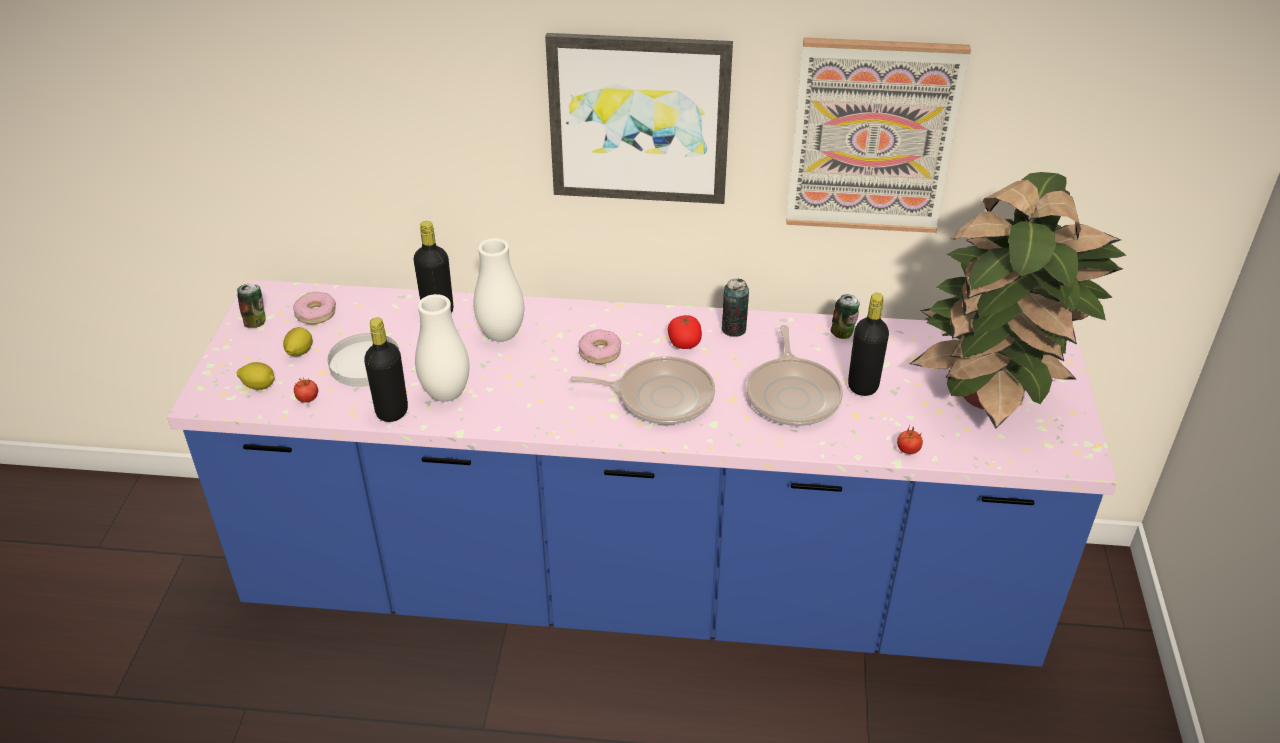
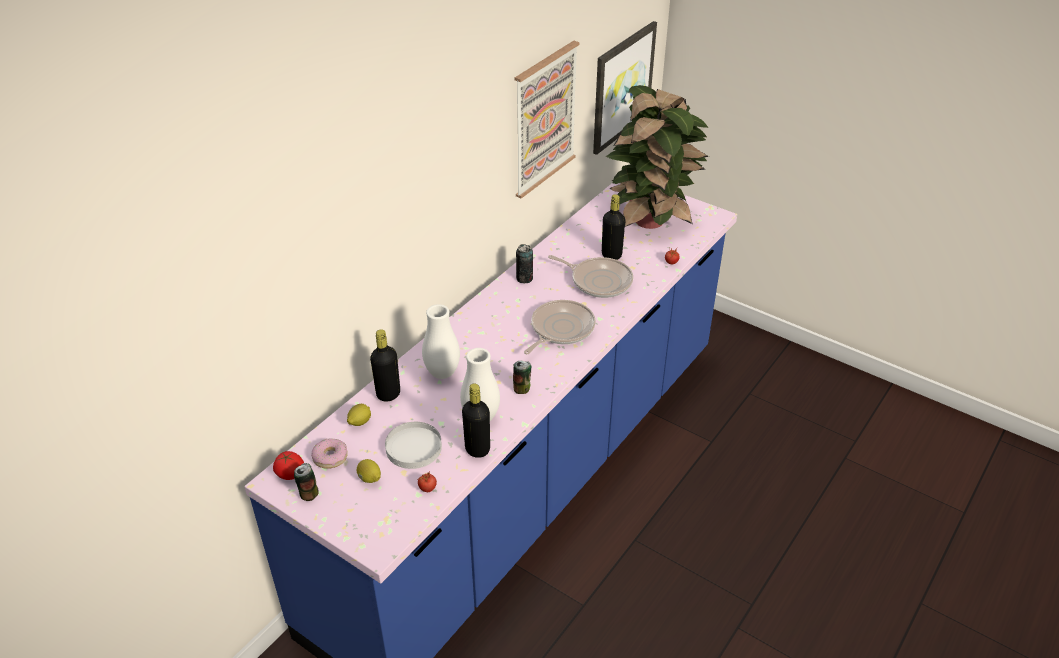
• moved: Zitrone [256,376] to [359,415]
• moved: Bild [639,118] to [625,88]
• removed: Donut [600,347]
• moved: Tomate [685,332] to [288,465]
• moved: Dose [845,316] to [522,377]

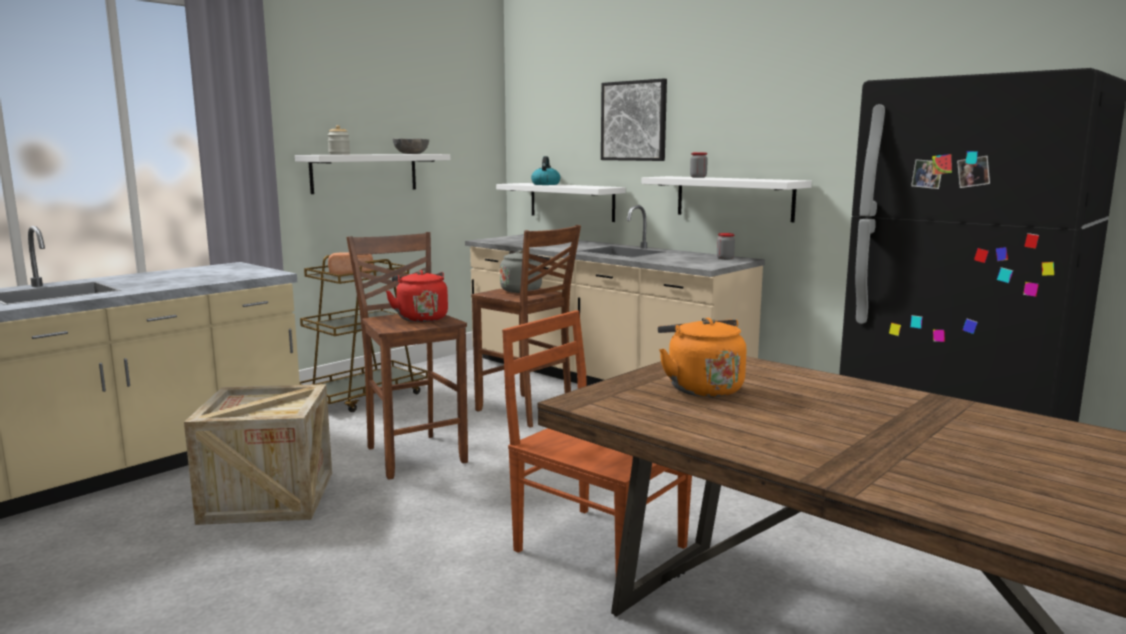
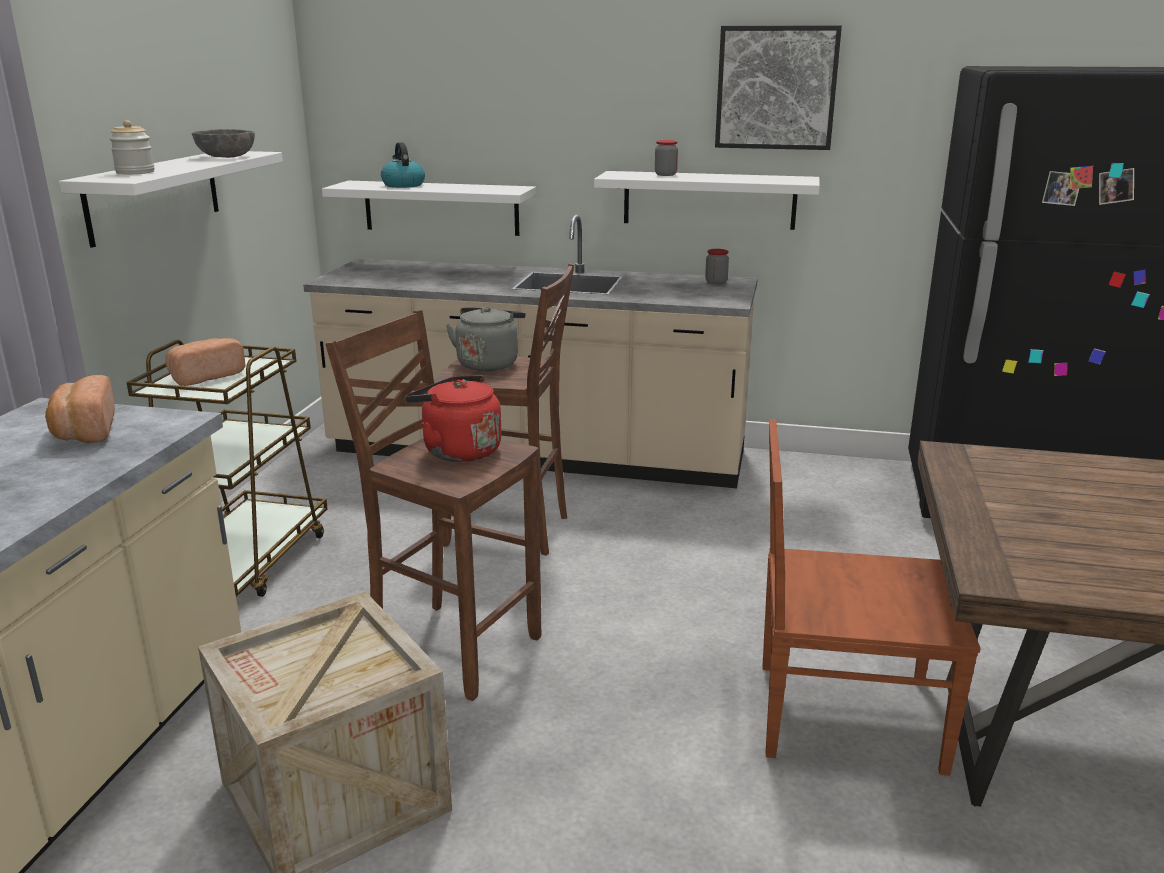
• moved: Bild [634,119] to [778,87]
• removed: Wasserkessel [orange] [702,357]
• added: Brot [80,409]

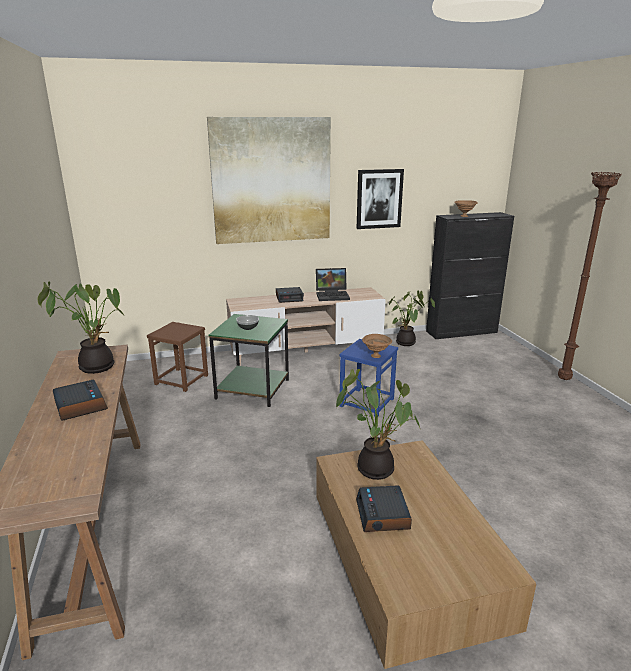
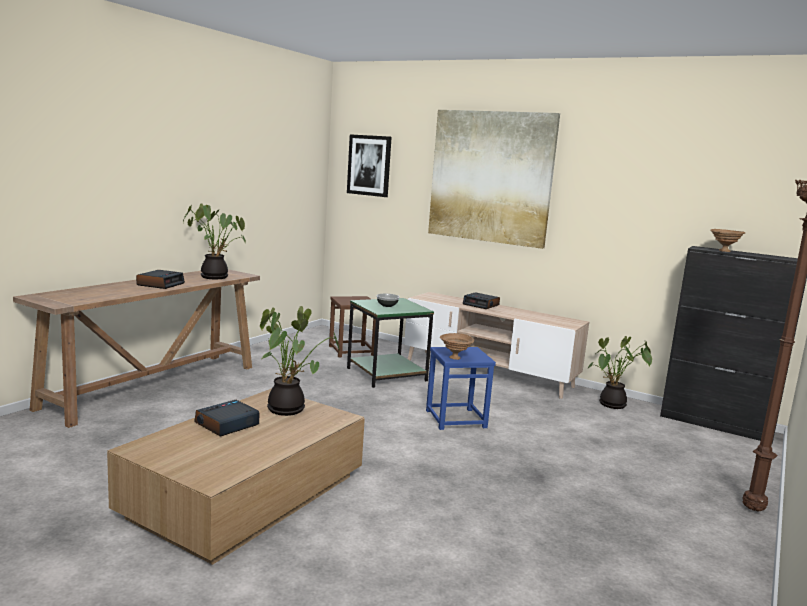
• removed: Laptop [333,284]
• moved: Bild [380,199] to [369,165]

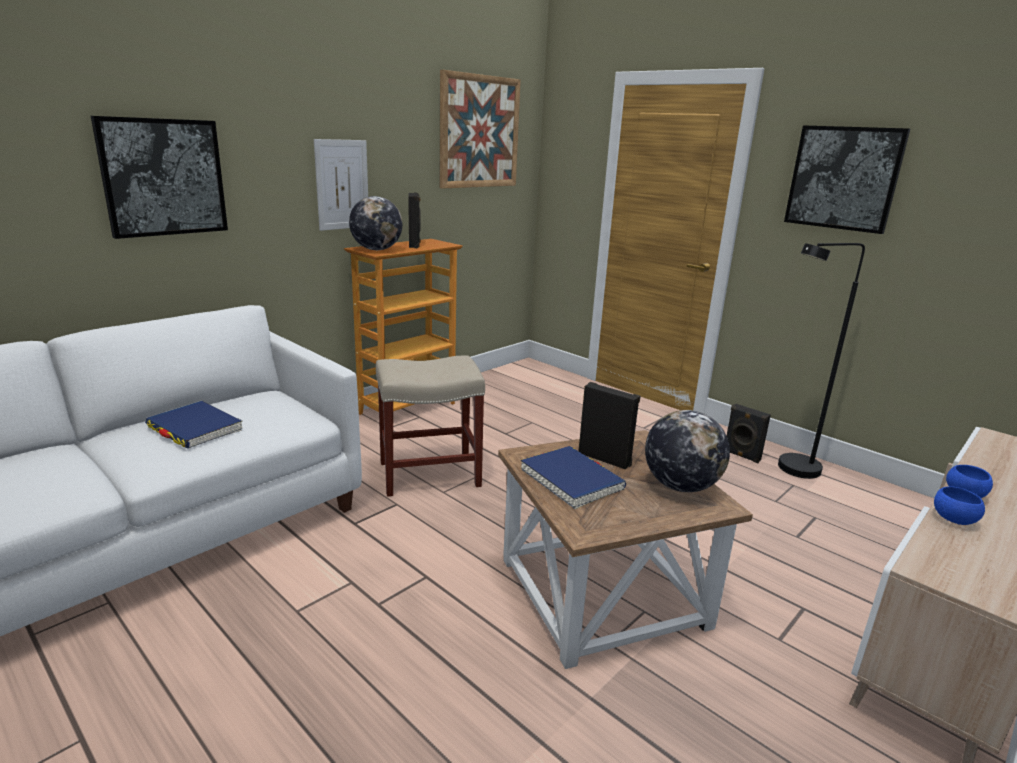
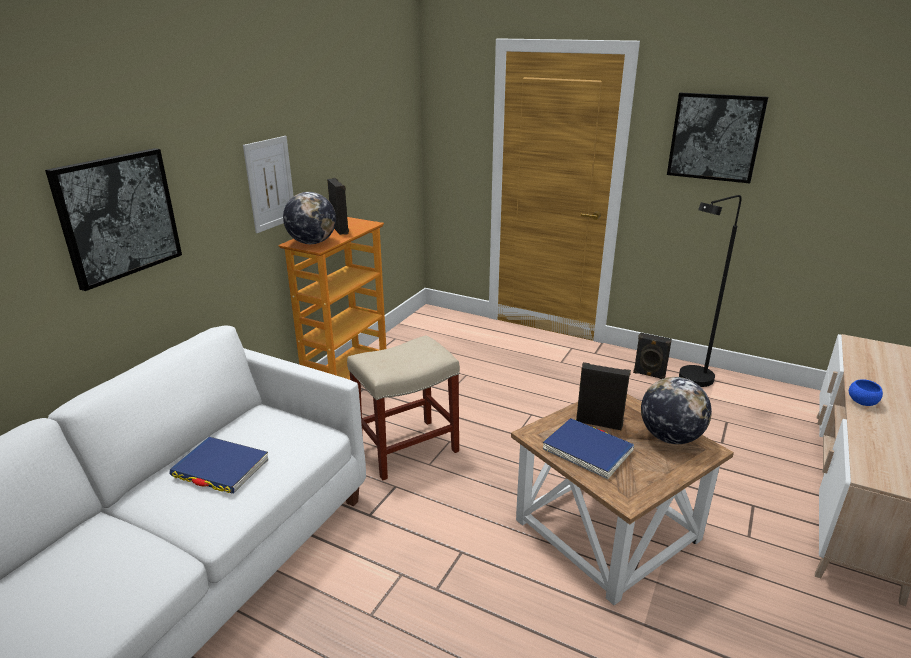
• removed: Bild [480,129]
• removed: Schüssel [blau] [959,505]

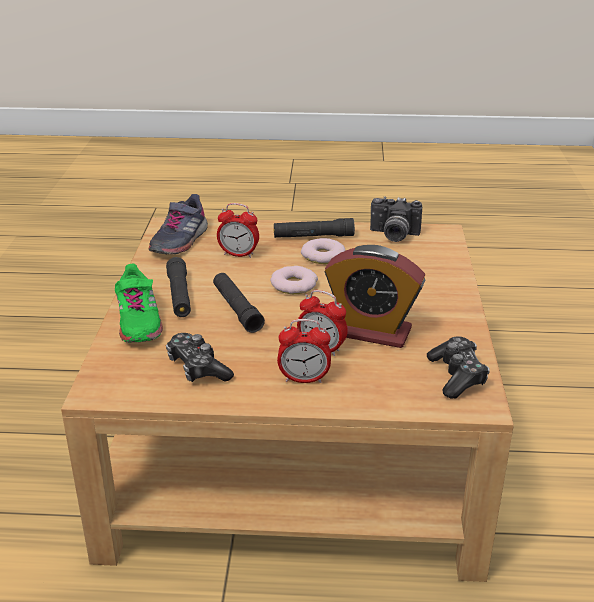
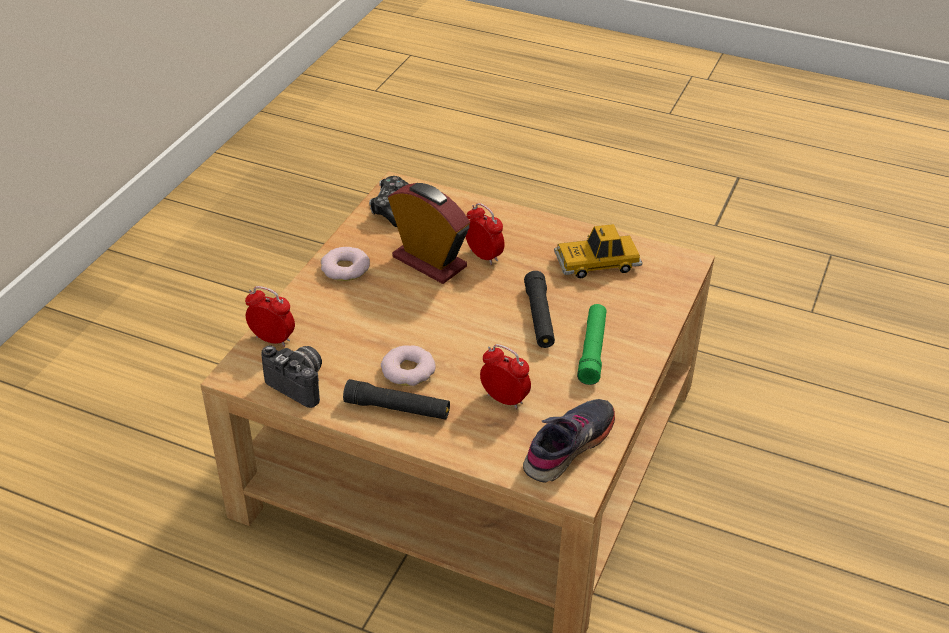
• removed: Schuh [grün] [139,303]
• recoloured: Taschenlampe [schwarz] [178,287] to Taschenlampe [grün] [591,344]
• replaced: Gamepad [200,357] to Spielzeugauto [598,251]
• moved: Donut [294,280] to [345,264]
• moved: Wecker [304,351] to [270,316]

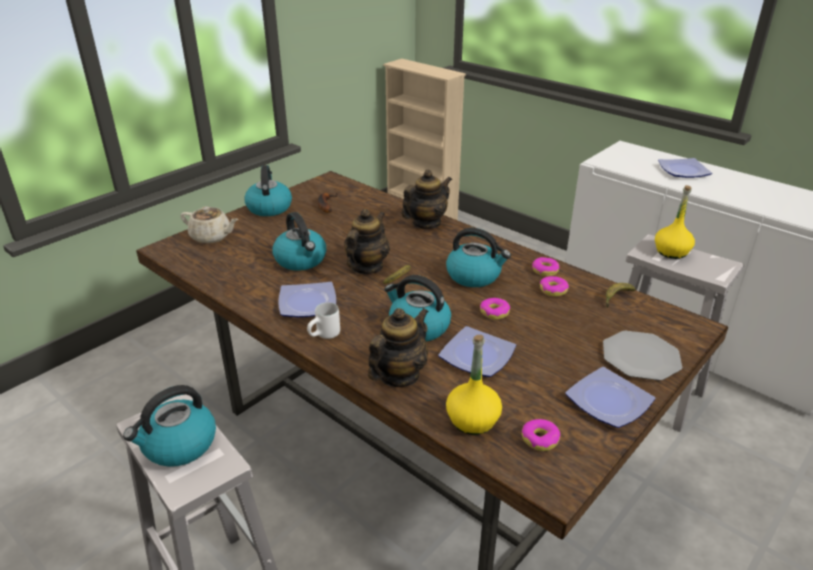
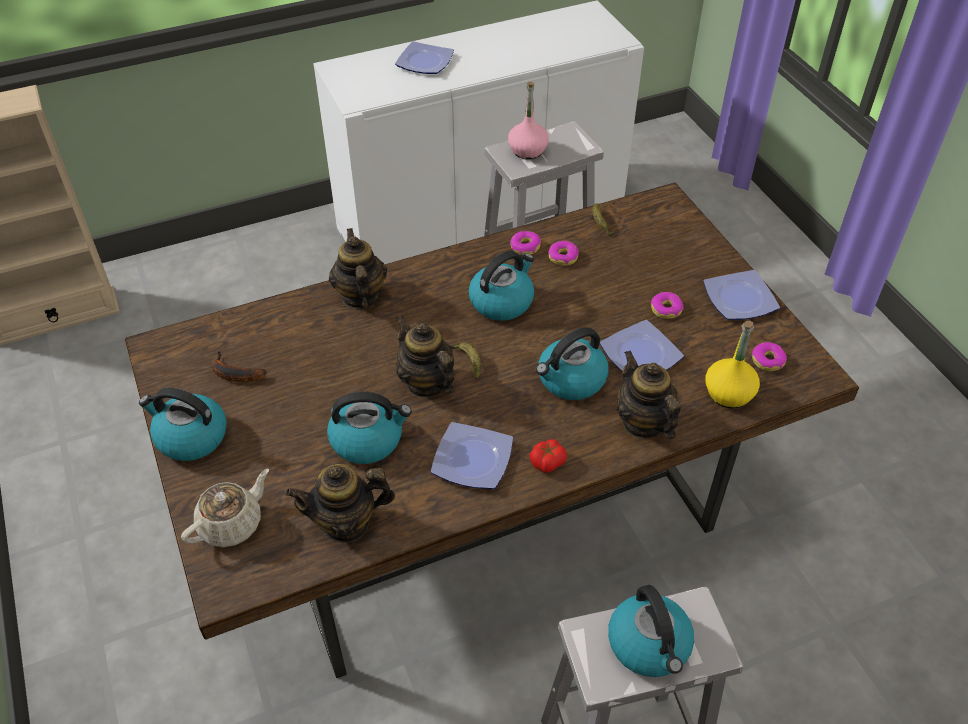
• replaced: Henkelbecher [weiß] [323,320] to Tomate [548,456]
• moved: Donut [495,309] to [667,305]
• removed: Teller [642,356]
• recoloured: Flasche [gelb] [675,222] to Flasche [rosa] [528,120]
• added: Teekanne [340,503]

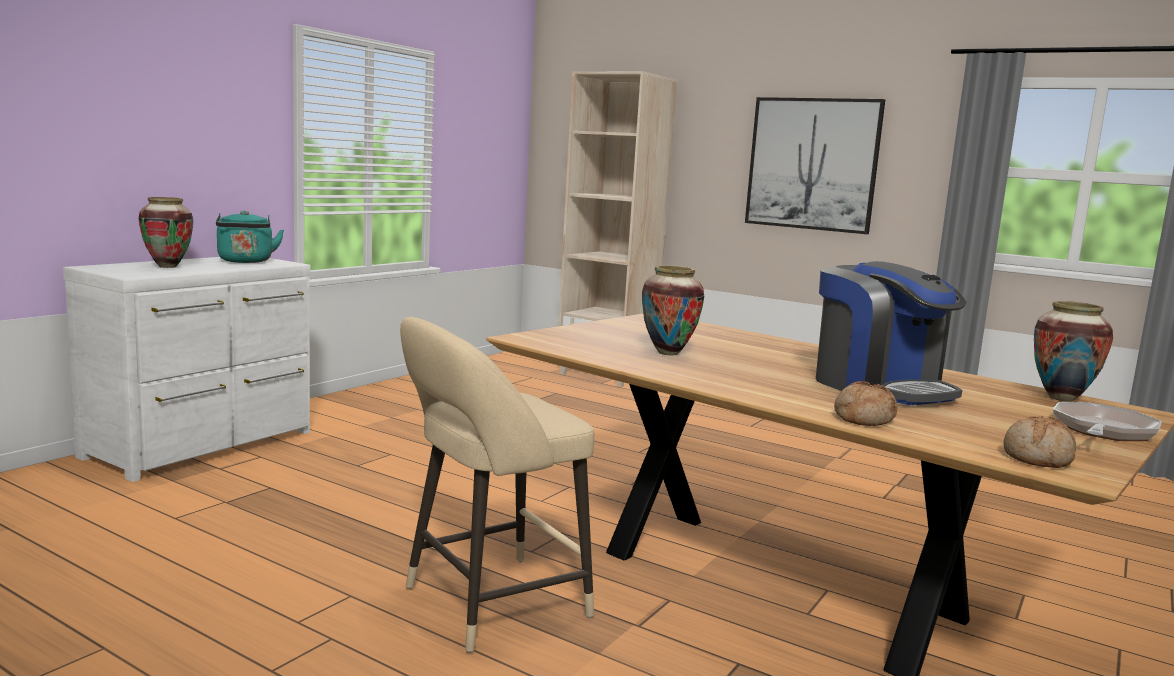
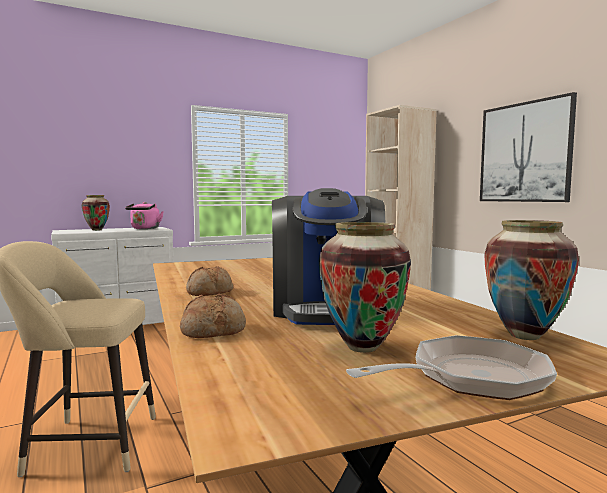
• recoloured: Wasserkessel [türkis] [250,237] to Wasserkessel [rosa] [144,215]
• moved: Vase [673,310] to [365,287]
• moved: Brot [1040,442] to [209,281]

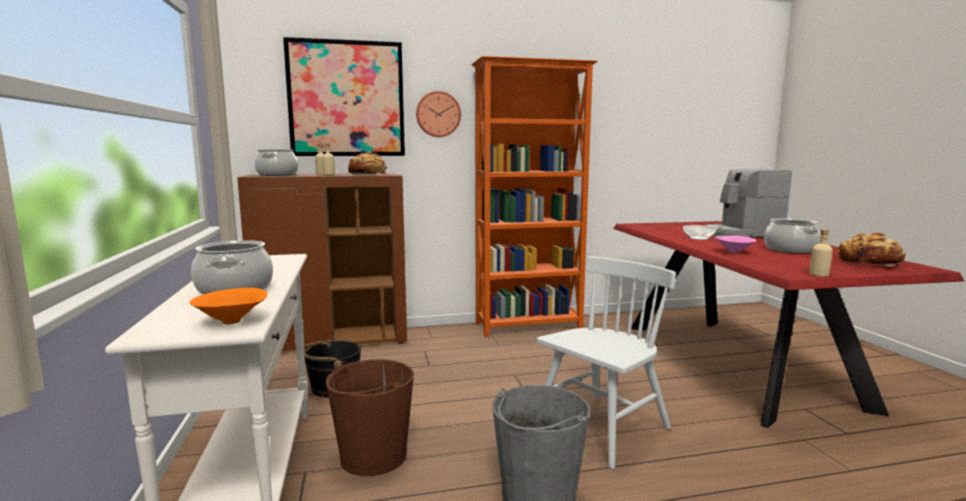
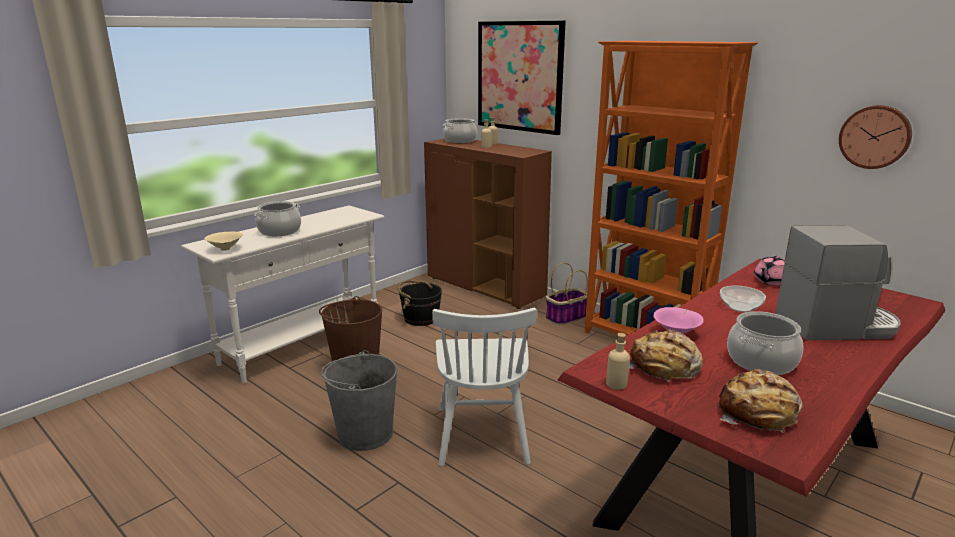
• recoloured: Schüssel [orange] [228,306] to Schüssel [beige] [223,241]
• moved: Brot [367,162] to [666,355]
• moved: Wanduhr [438,114] to [875,137]
• turned: Stuhl [weiß] [606,362] = [484,386] 75 degrees clockwise
• turned: Kaffeemaschine [749,203] = [837,282] 135 degrees clockwise
• added: Korb [567,294]
• added: Teekanne [rosa] [769,270]

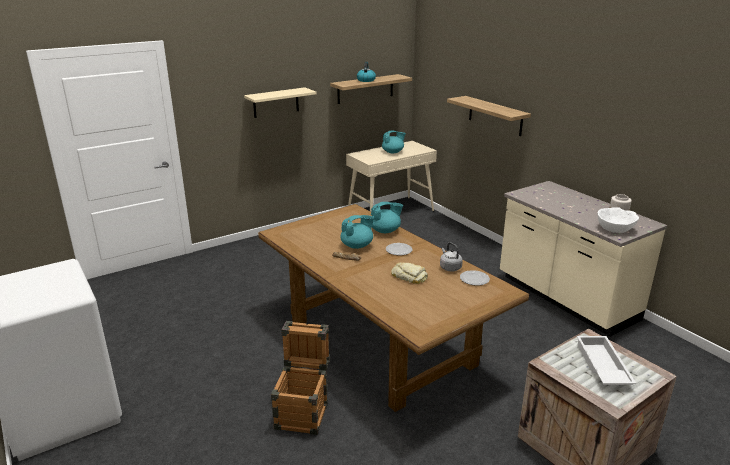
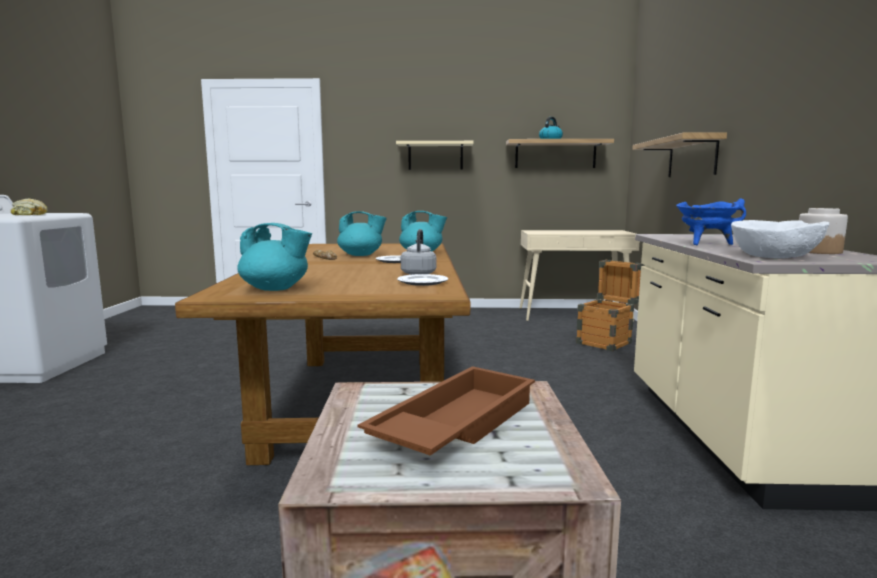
• moved: Kiste [300,378] to [609,305]
• moved: Teekanne [türkis] [394,141] to [274,257]
• moved: Brot [409,273] to [29,206]
• recoloured: Tablett [weiß] [606,360] to Tablett [braun] [446,410]
• added: Kochtopf [blau] [711,222]

